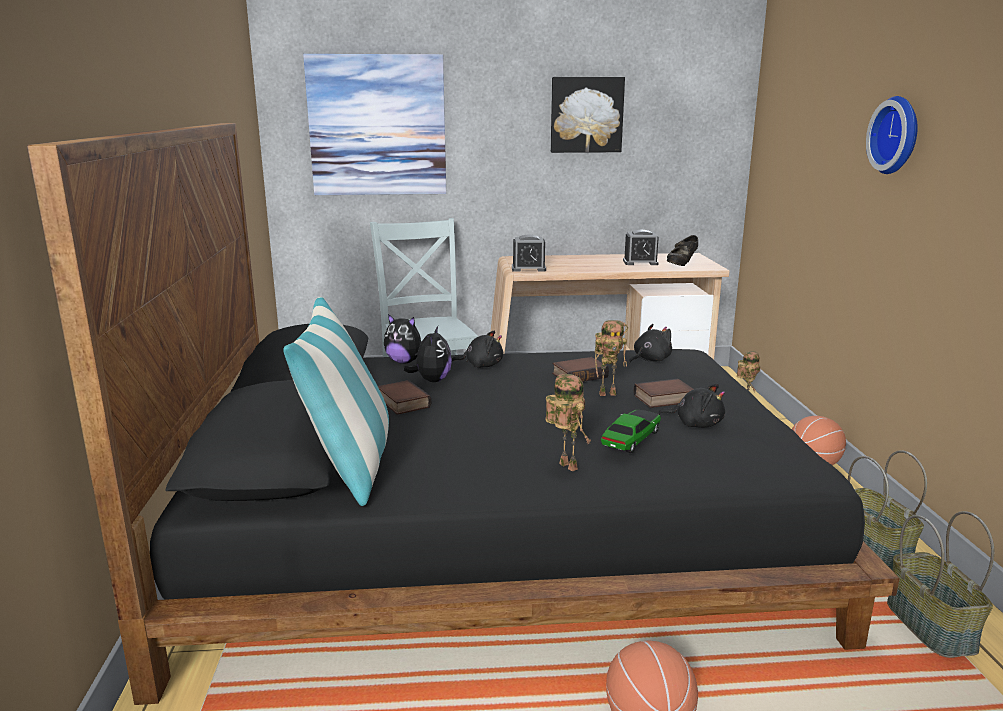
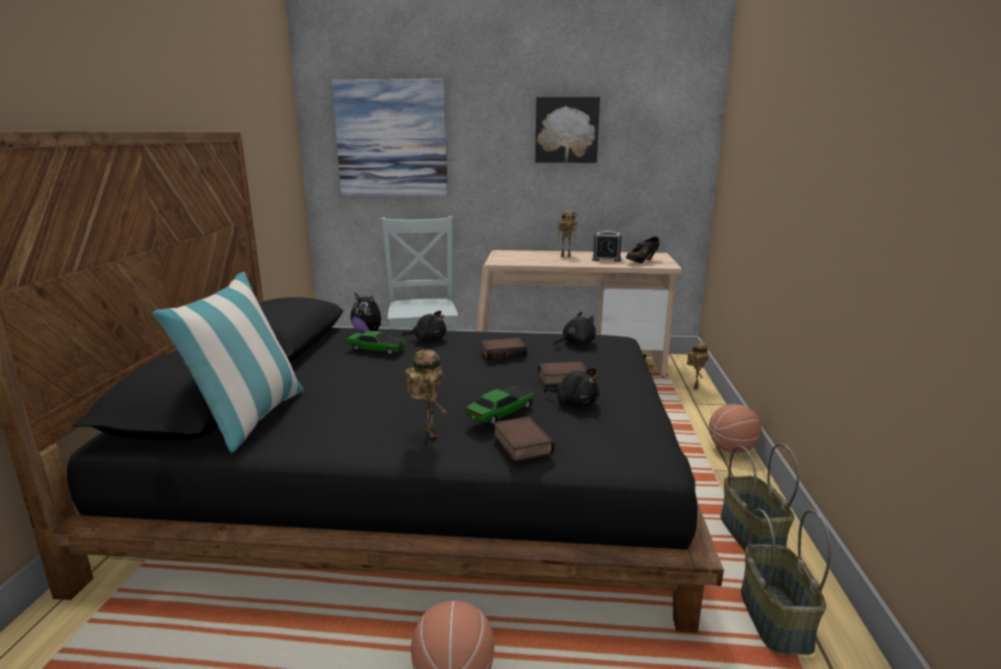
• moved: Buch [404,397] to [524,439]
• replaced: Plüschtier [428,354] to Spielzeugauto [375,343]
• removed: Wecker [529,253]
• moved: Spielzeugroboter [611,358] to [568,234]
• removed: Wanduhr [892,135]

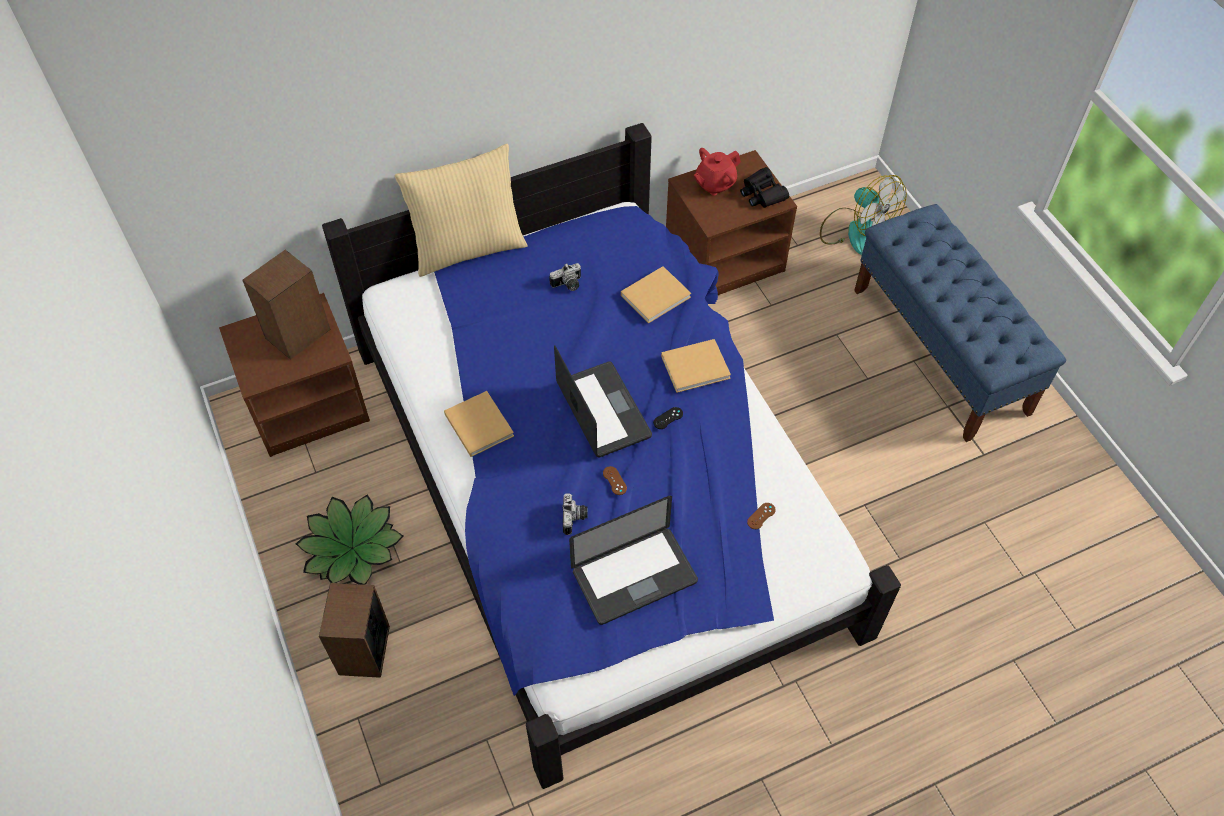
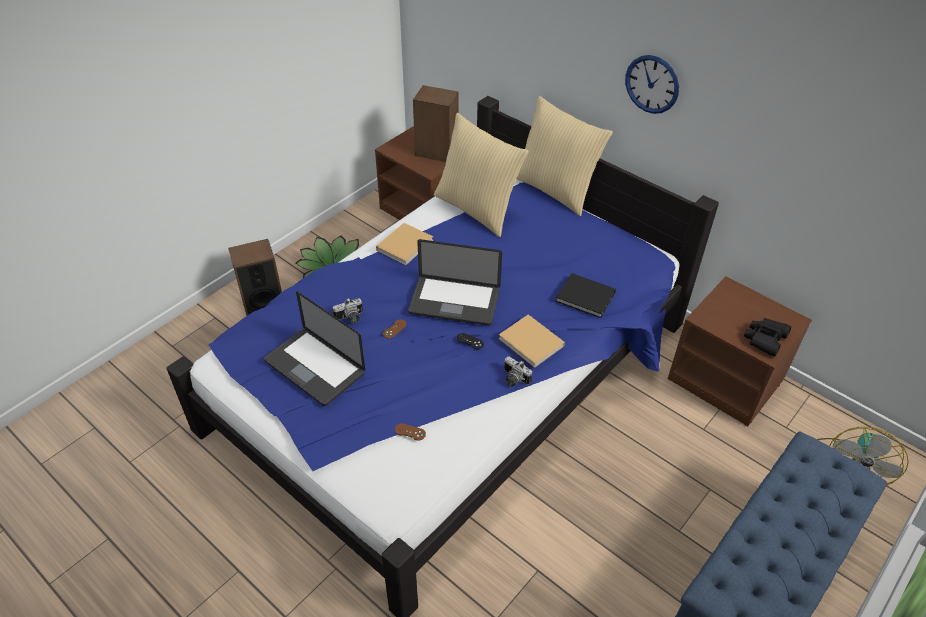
• moved: Kamera [565,277] to [518,371]
• turned: Laptop [603,401] = [455,282] 60 degrees clockwise
• recoloured: Buch [beige] [656,295] to Buch [schwarz] [586,295]
• removed: Teekanne [rot] [717,172]
• added: Kissen [beige] [481,175]
• added: Wanduhr [652,84]

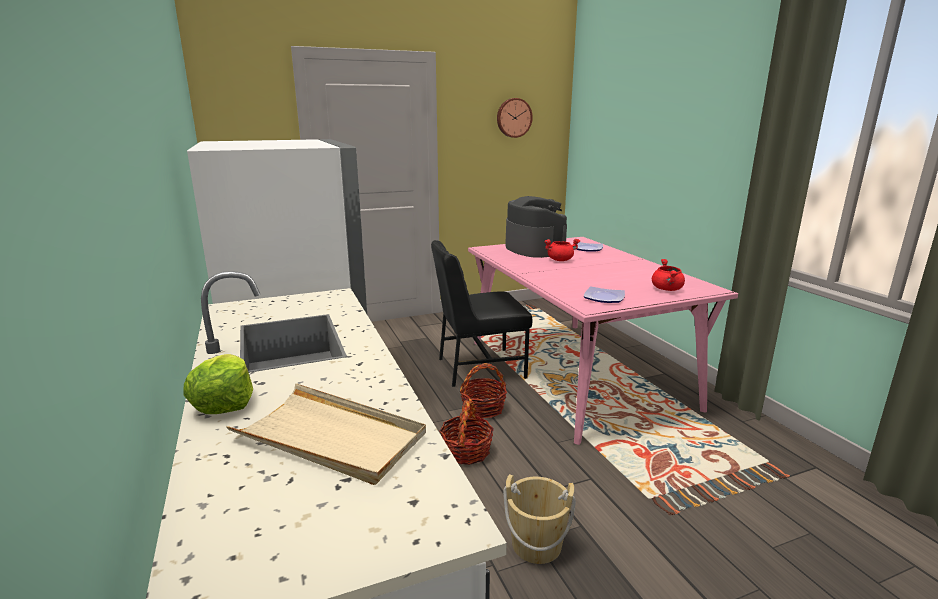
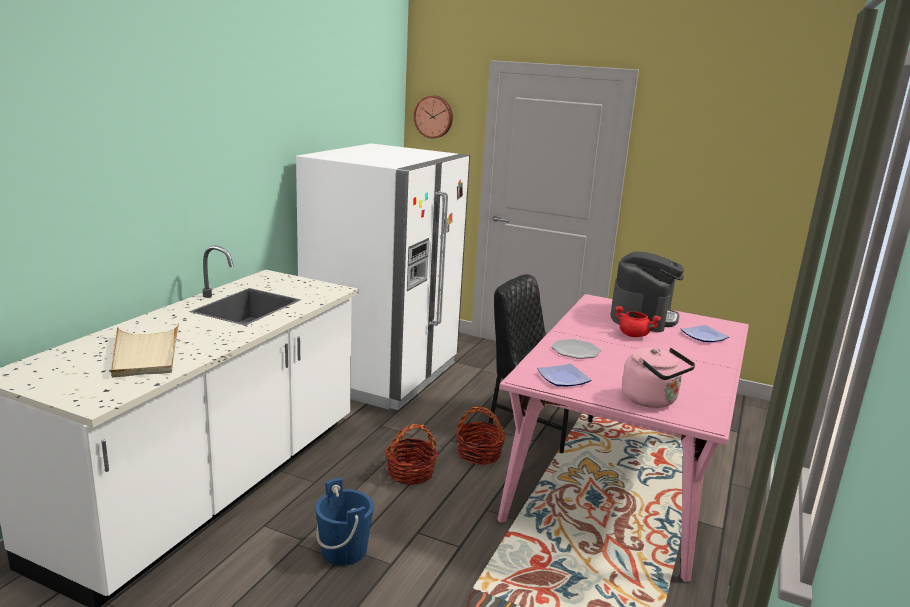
• removed: Salatkopf [218,384]
• moved: Wanduhr [515,118] to [433,116]
• recoloured: Eimer [beige] [539,519] to Eimer [blau] [344,522]
• replaced: Kochtopf [rot] [668,275] to Wasserkessel [rosa] [659,378]
• added: Teller [576,349]

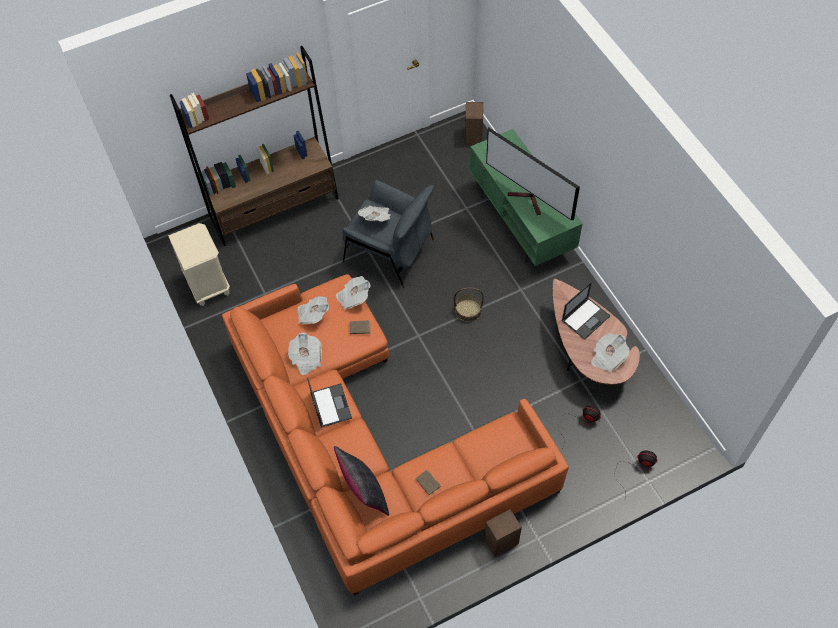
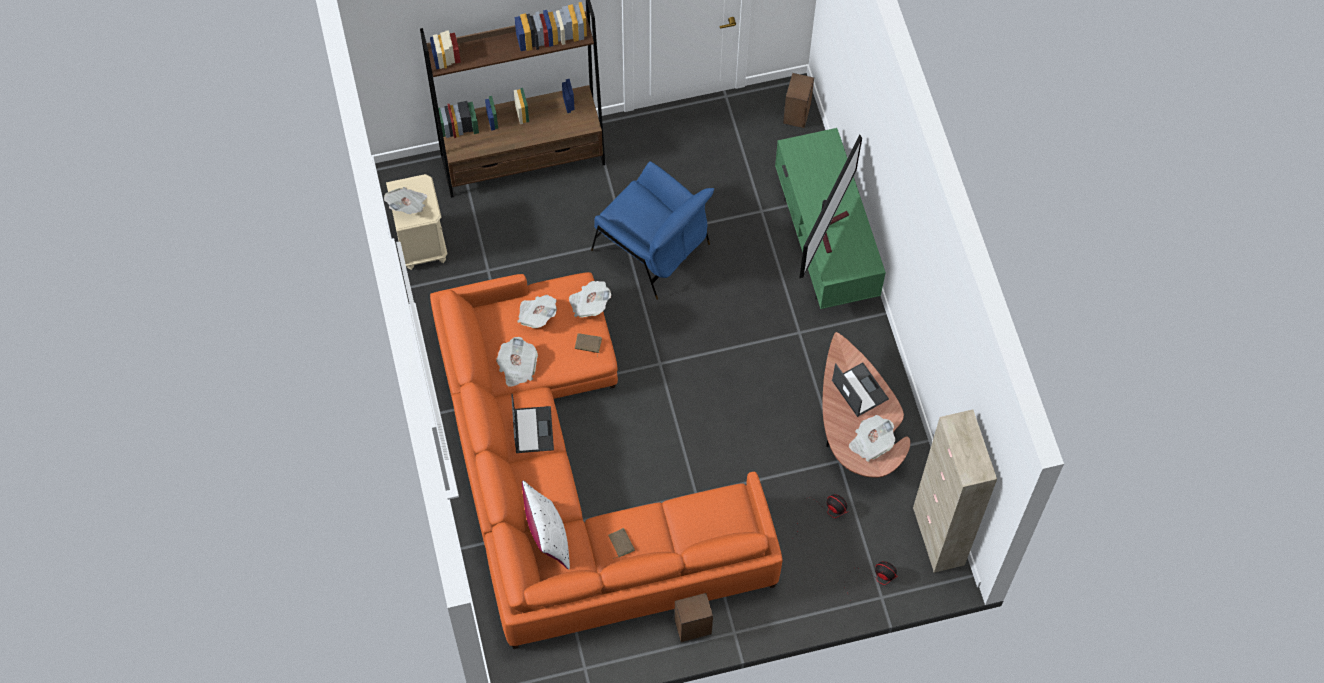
• recoloured: Kissen [schwarz] [361,481] to Kissen [weiß] [546,525]
• recoloured: Sessel [grau] [388,234] to Sessel [blau] [652,230]
• moved: Zeitung [374,214] to [405,200]
• removed: Korb [469,304]
• turned: Fernseher [533,173] = [830,206] 120 degrees counterclockwise
• turned: Laptop [586,311] = [860,389] 90 degrees counterclockwise
• added: Schrank [beige] [955,491]

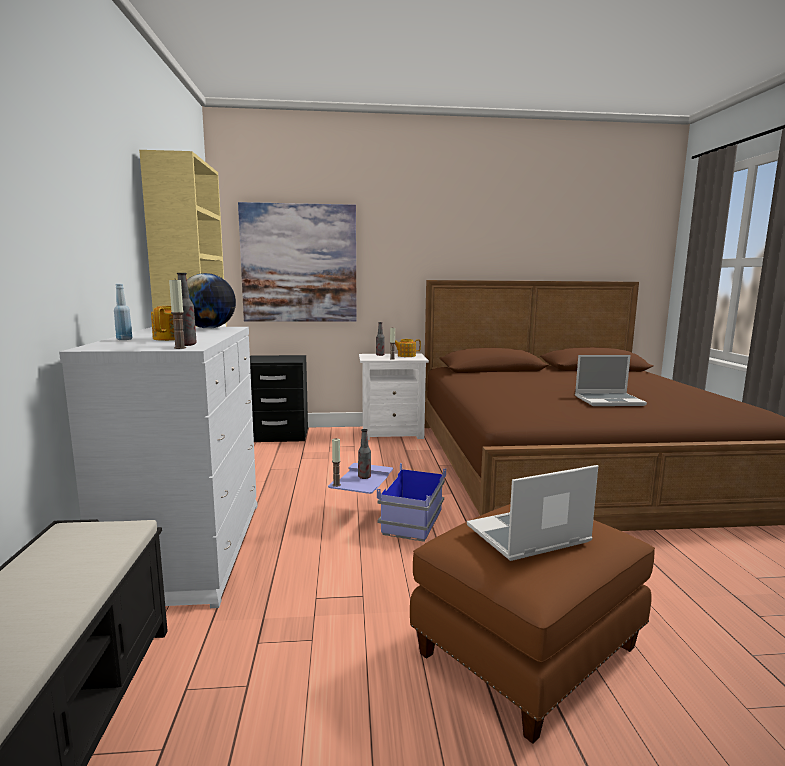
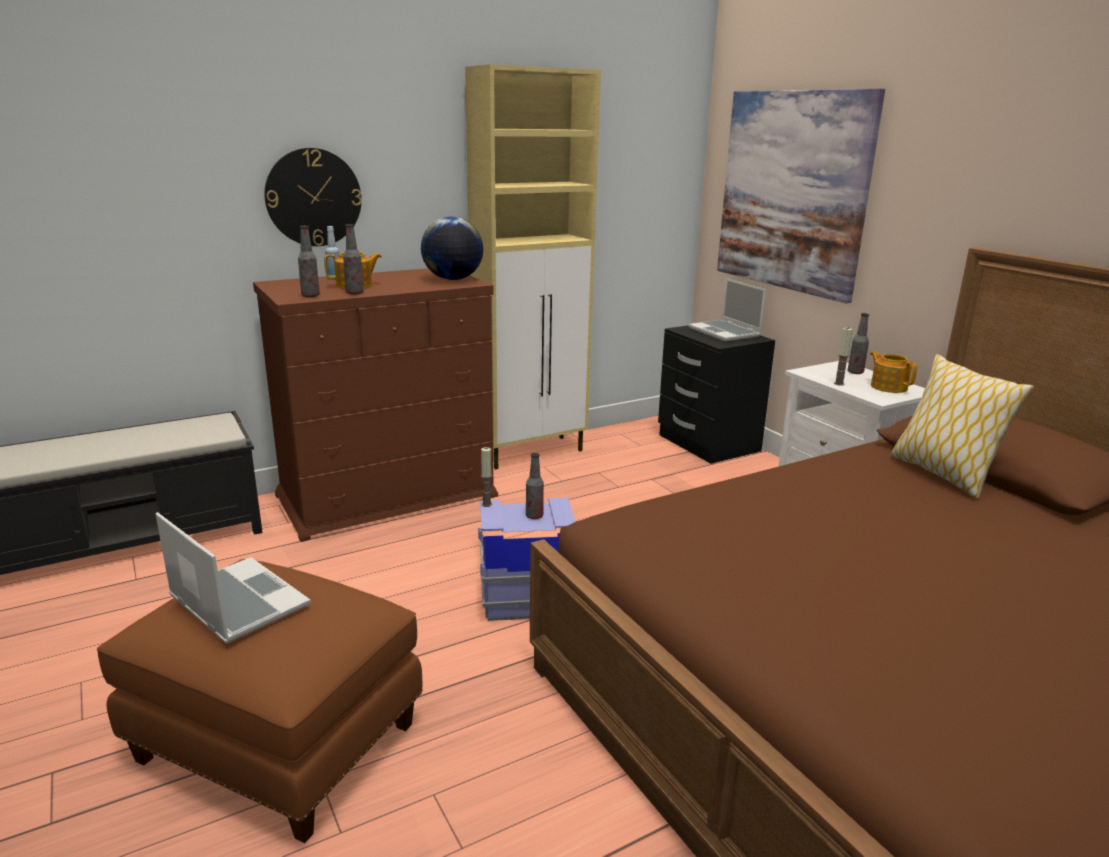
• recoloured: Kommode [weiß] [158,467] to Kommode [braun] [375,405]
• removed: Kerze [177,314]
• moved: Laptop [611,380] to [727,310]
• added: Wanduhr [313,197]
• added: Flasche [353,259]
• added: Kissen [962,426]

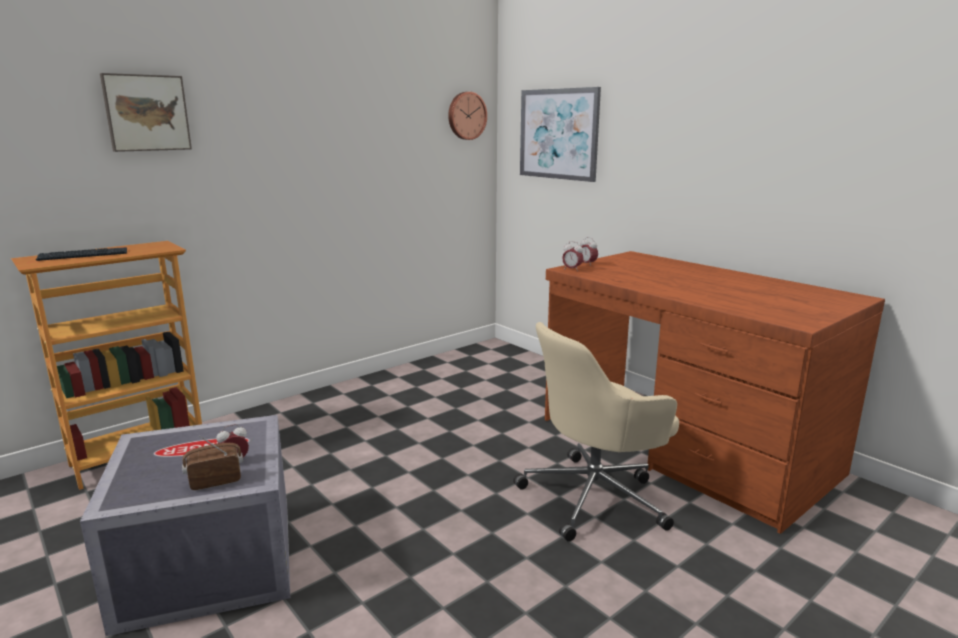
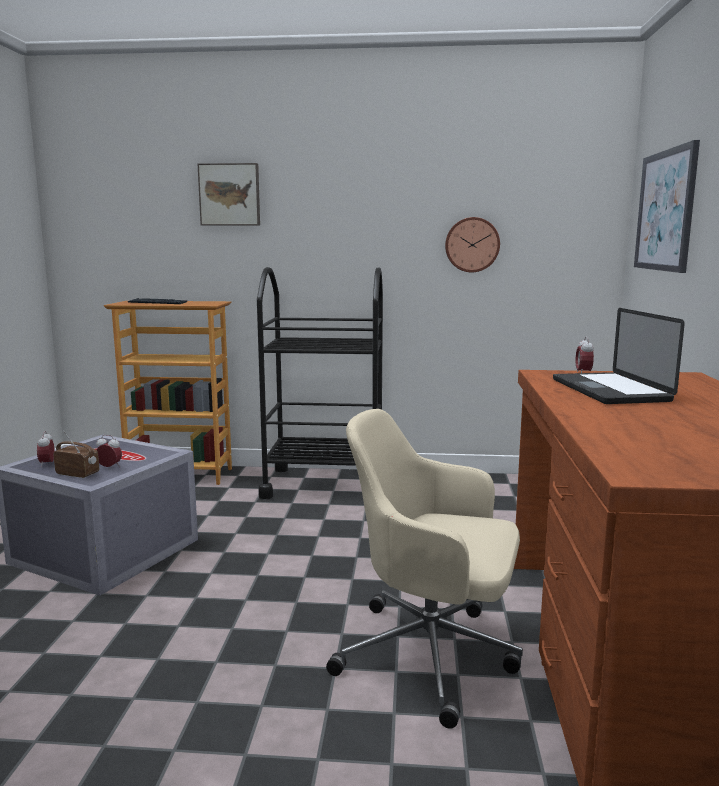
• moved: Wanduhr [467,116] to [472,244]
• moved: Wecker [572,256] to [46,449]
• added: Rollwagen [schwarz] [320,383]
• added: Laptop [619,356]

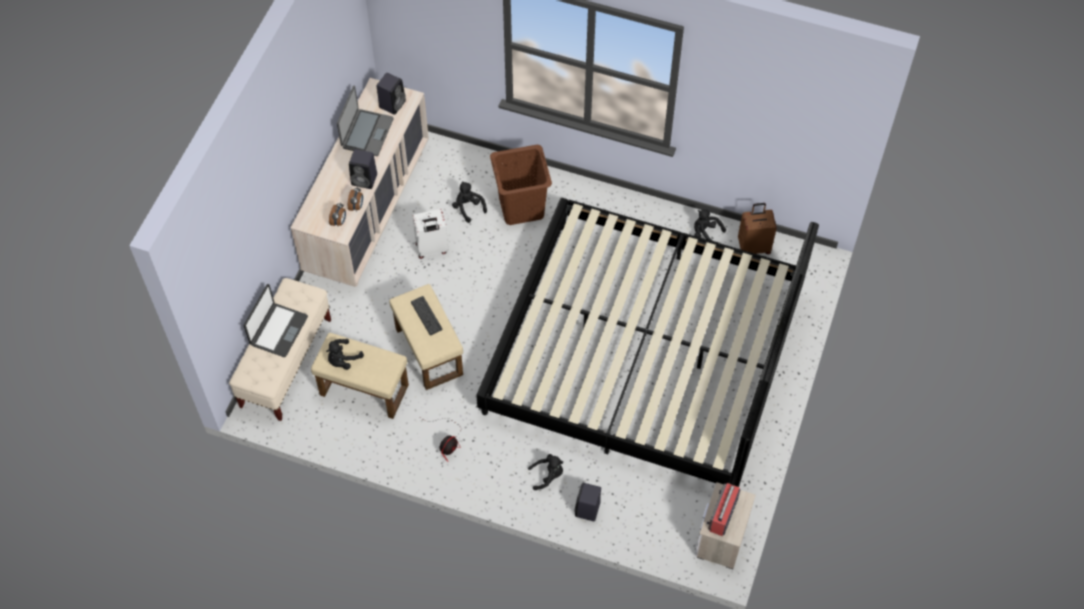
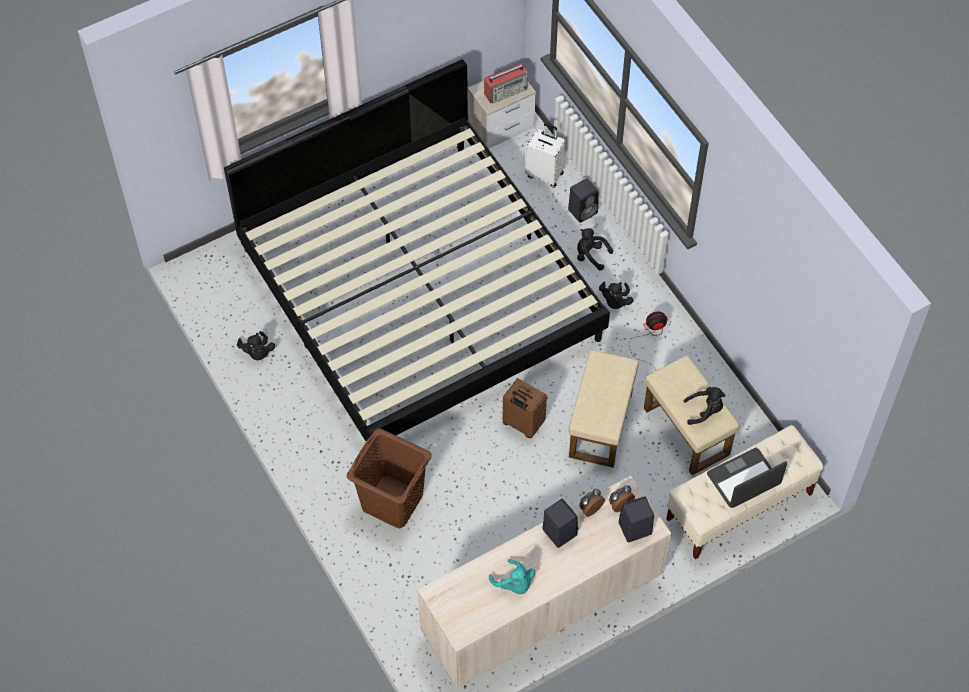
• replaced: Laptop [365,120] to Plüschtier [türkis] [512,576]
• moved: Lautsprecher [schwarz] [391,94] to [636,519]
• removed: Tastatur [427,316]
• moved: Koffer [weiß] [431,234] to [545,155]
• moved: Plüschtier [schwarz] [469,202] to [616,295]
• moved: Koffer [braun] [757,228] to [525,408]

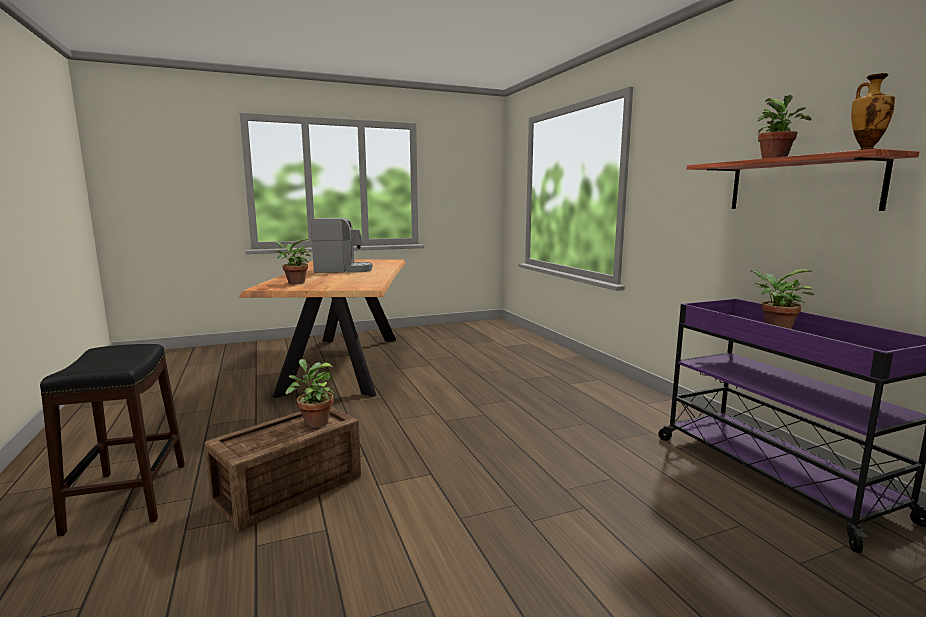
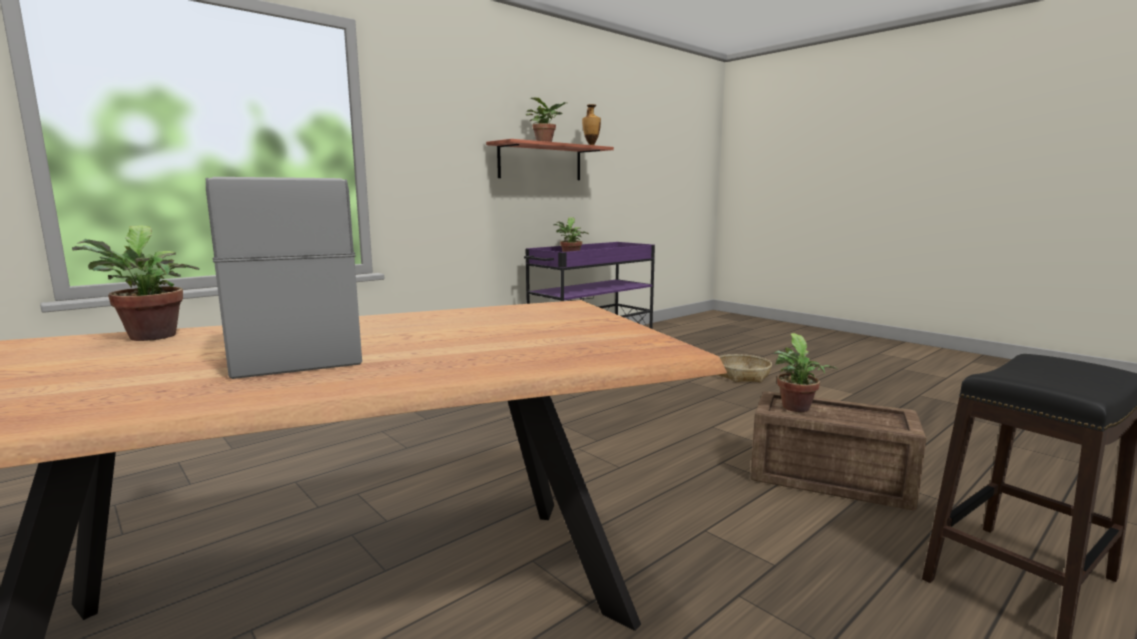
• moved: Topfpflanze [292,261] to [135,283]
• added: Korb [745,368]

